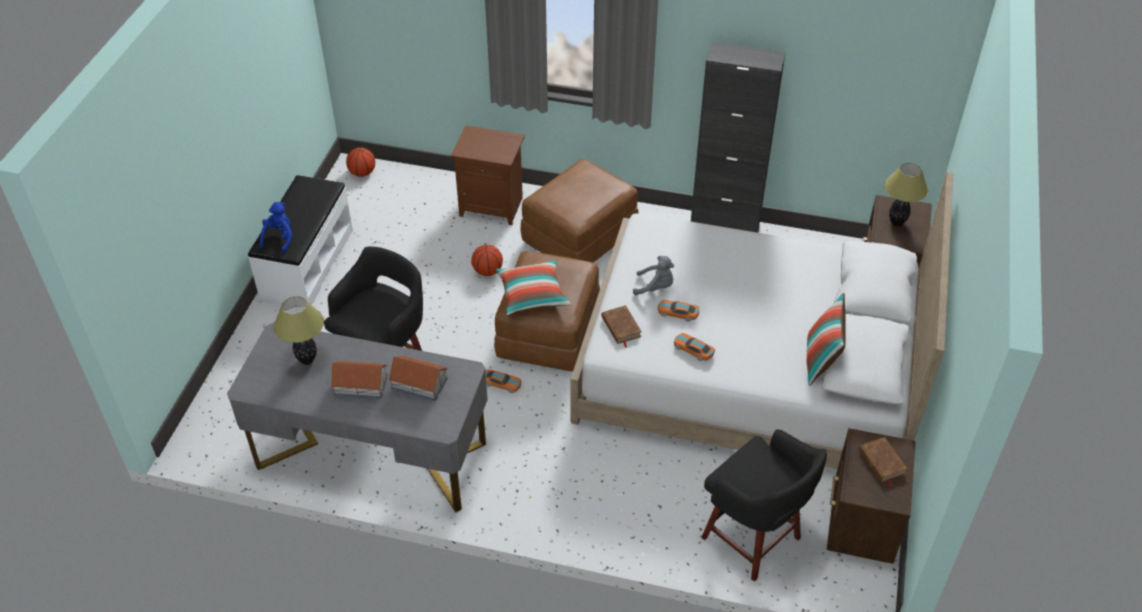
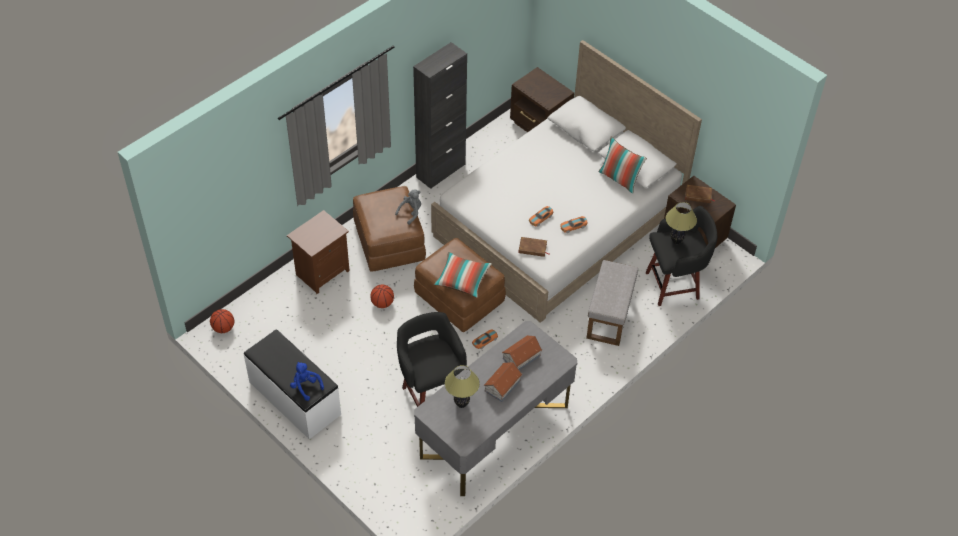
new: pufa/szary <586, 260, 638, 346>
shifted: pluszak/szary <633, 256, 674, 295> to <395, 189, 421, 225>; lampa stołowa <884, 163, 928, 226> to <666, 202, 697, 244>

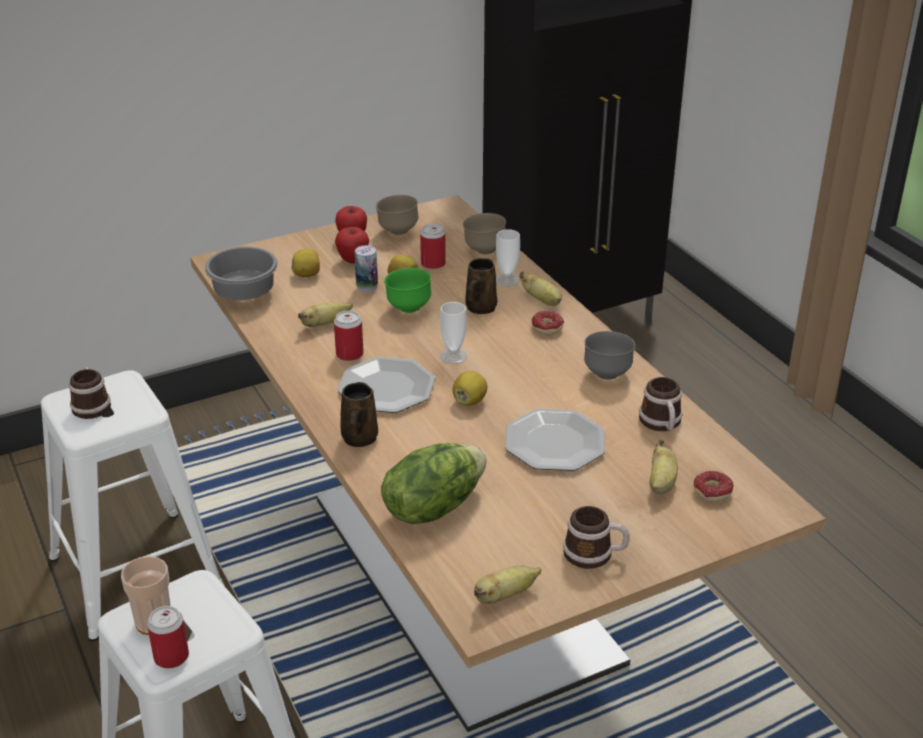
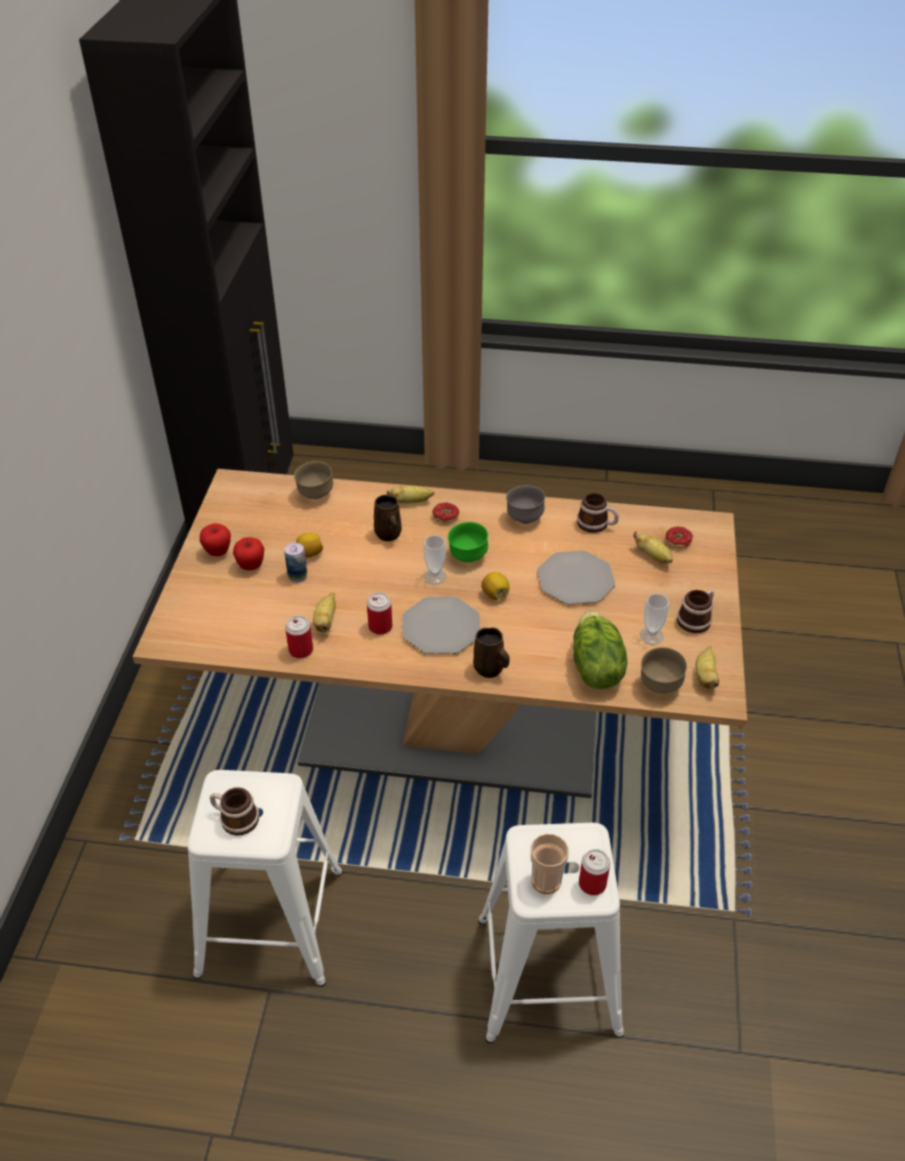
gone: miska/szary <205, 247, 278, 300>; cytryna <291, 249, 320, 277>
shifted: puszka <420, 224, 446, 269> to <285, 615, 313, 658>; miska/zielony <384, 268, 431, 313> to <448, 522, 488, 562>; filiżanka <496, 229, 520, 287> to <640, 593, 669, 645>; miska/brązowy <376, 195, 418, 235> to <641, 647, 687, 694>

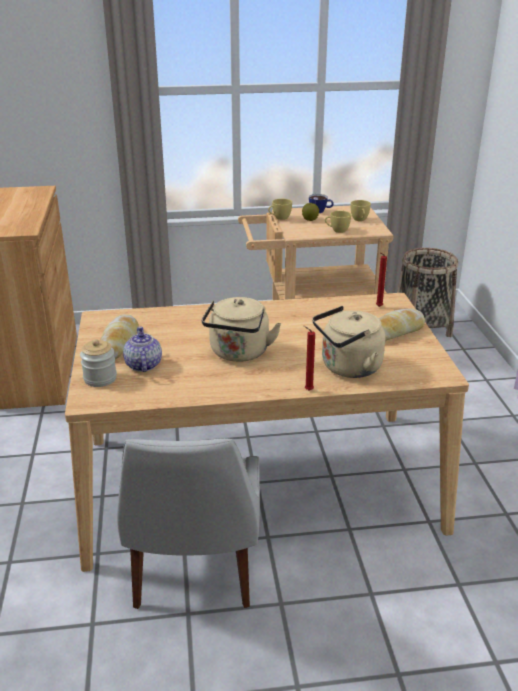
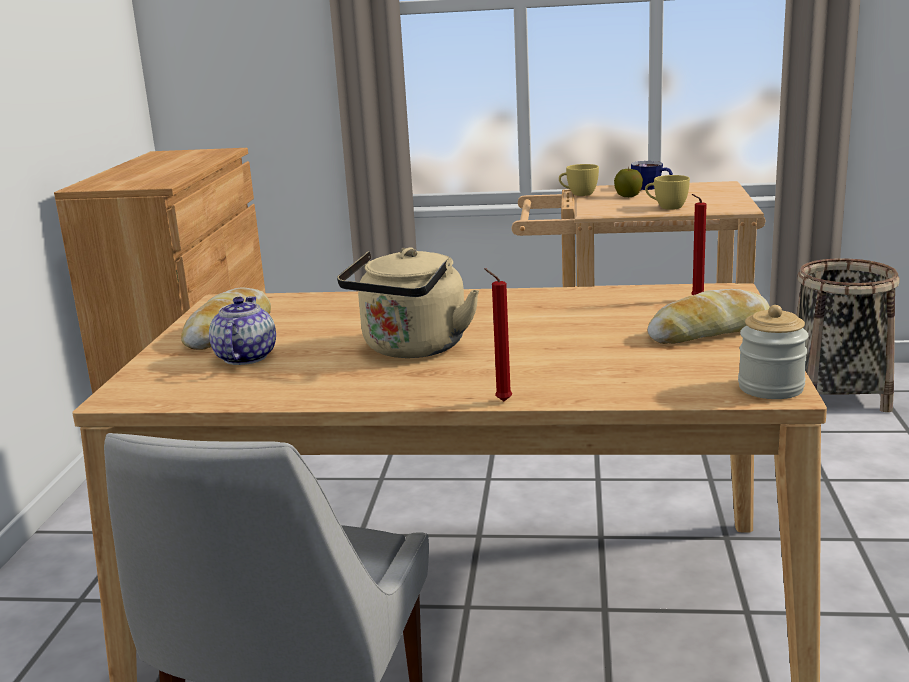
gone: czajnik/beżowy <312, 306, 385, 378>; filiżanka/żółty <351, 200, 371, 221>
shifted: słoik <80, 339, 117, 387> to <738, 305, 809, 399>

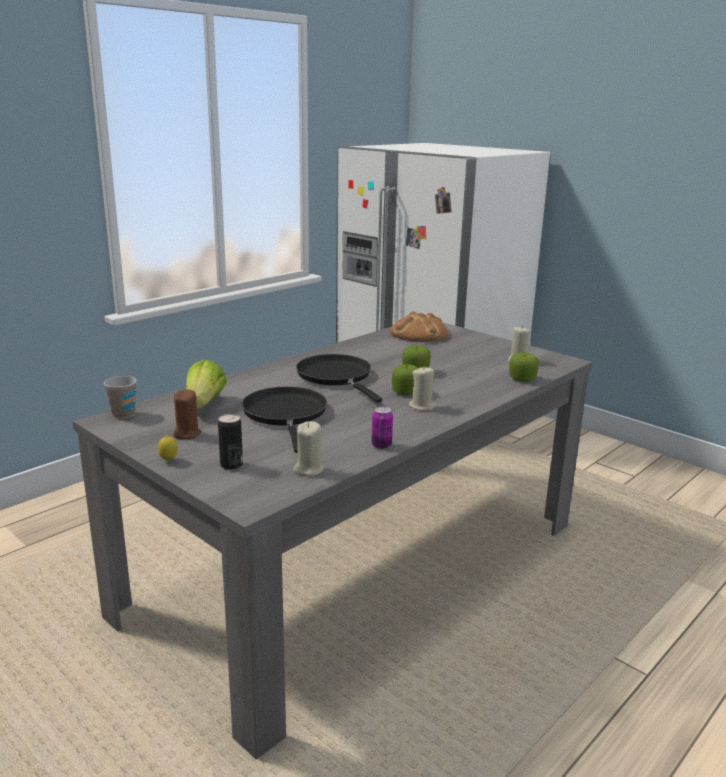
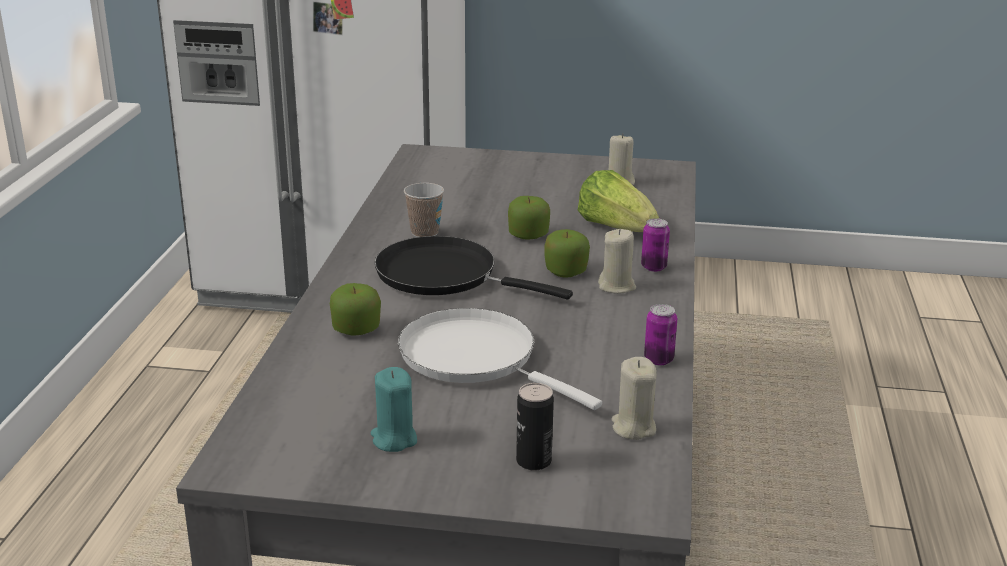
gone: cytryna <158, 436, 178, 461>; chleb <390, 311, 449, 342>
new: puszka <641, 218, 670, 272>
shifted: jabłko <509, 352, 539, 382> to <330, 283, 381, 335>; filiżanka <104, 376, 137, 419> to <404, 183, 444, 237>; sałata <186, 359, 227, 409> to <578, 170, 659, 232>
repainted: świeca/brązowy <173, 390, 201, 439> to świeca/turkusowy <371, 367, 417, 452>; patelnia/czarny <242, 387, 327, 453> to patelnia/biały <398, 308, 602, 410>

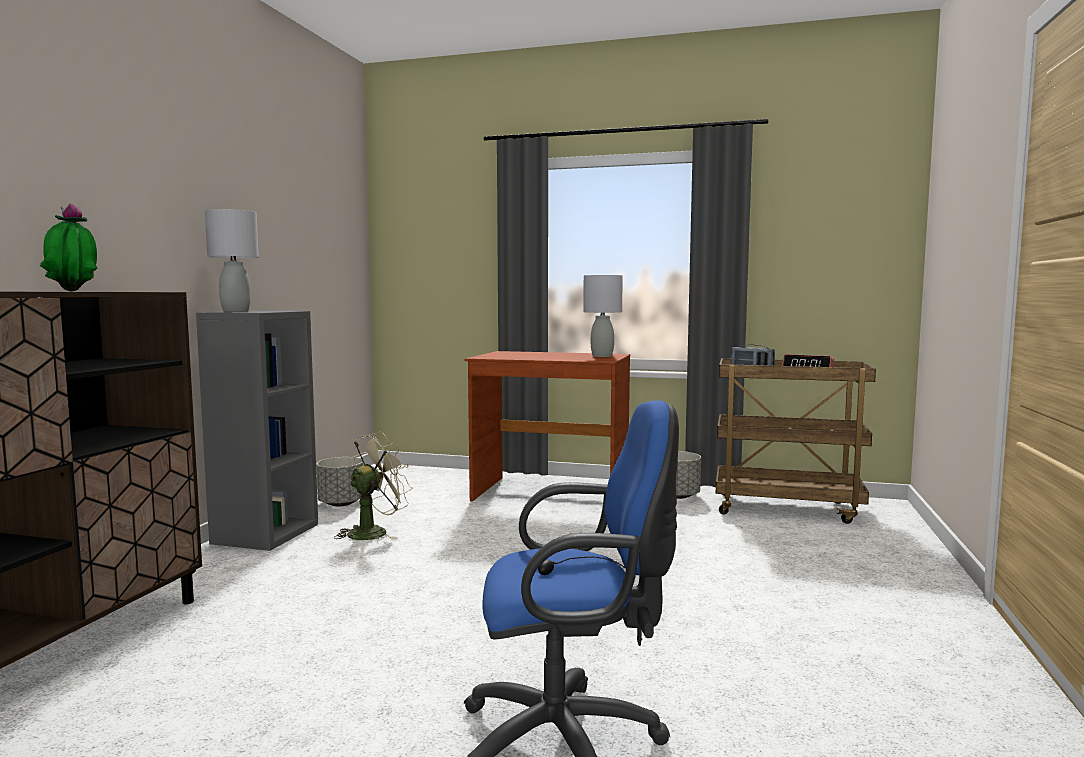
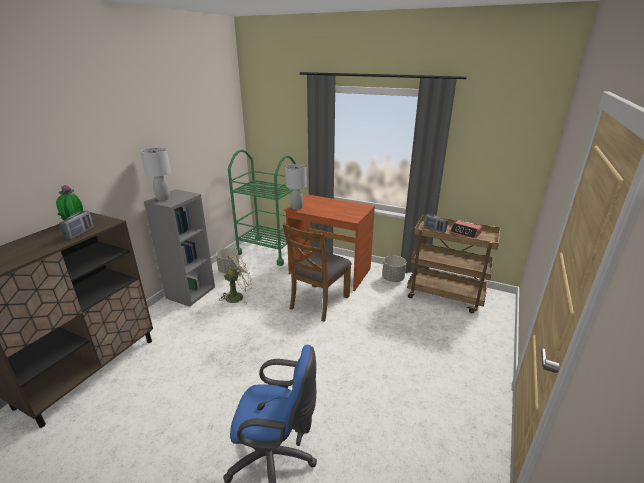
new: radio <59, 211, 94, 240>; wózek/zielony <228, 149, 296, 266>; krzesło/brązowy <283, 223, 352, 322>
shifted: lampa stołowa/szary <583, 275, 623, 357> to <285, 164, 307, 210>

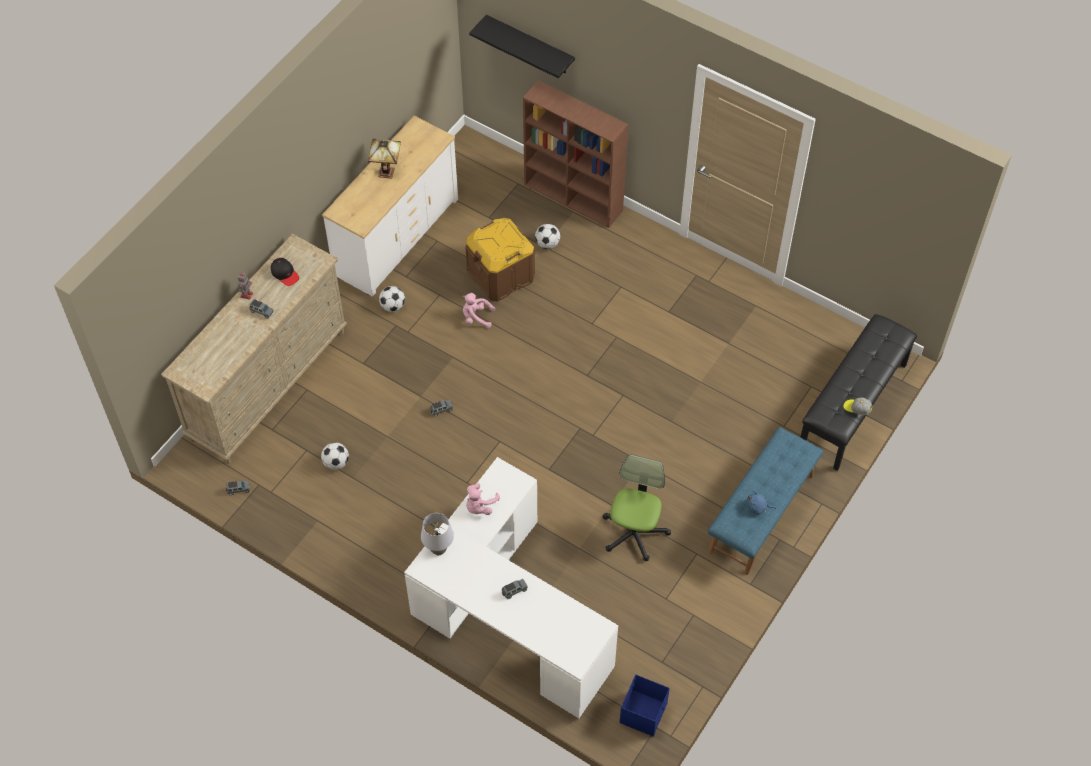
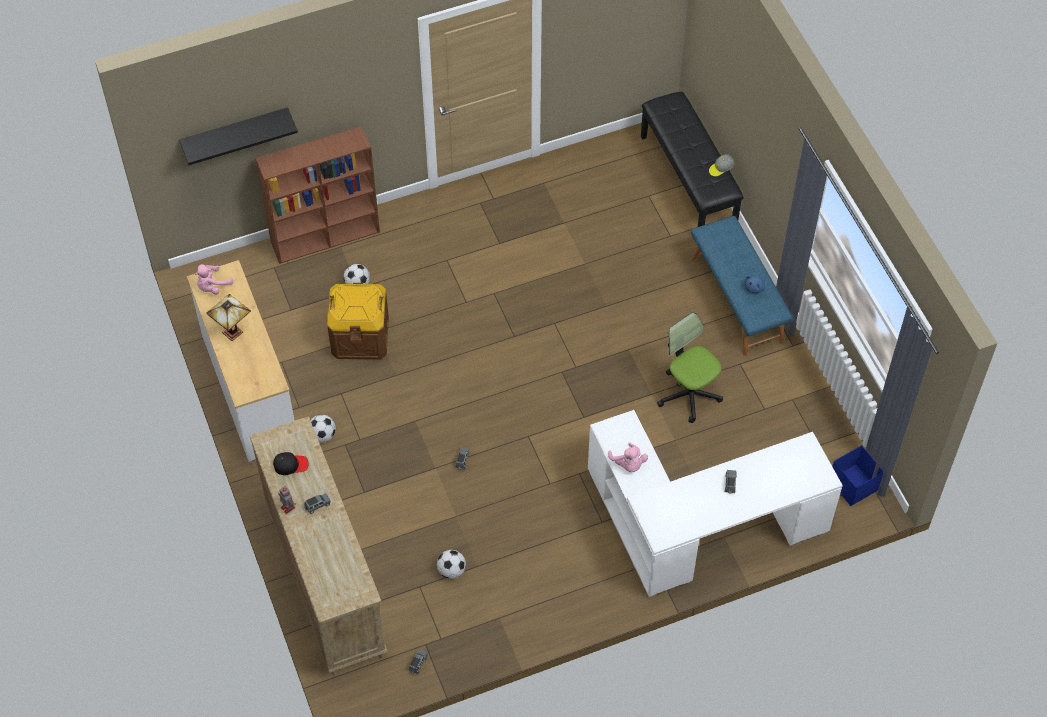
gone: lampa stołowa/szary <421, 513, 454, 555>
shifted: pluszak/różowy <463, 293, 495, 328> to <195, 264, 233, 295>

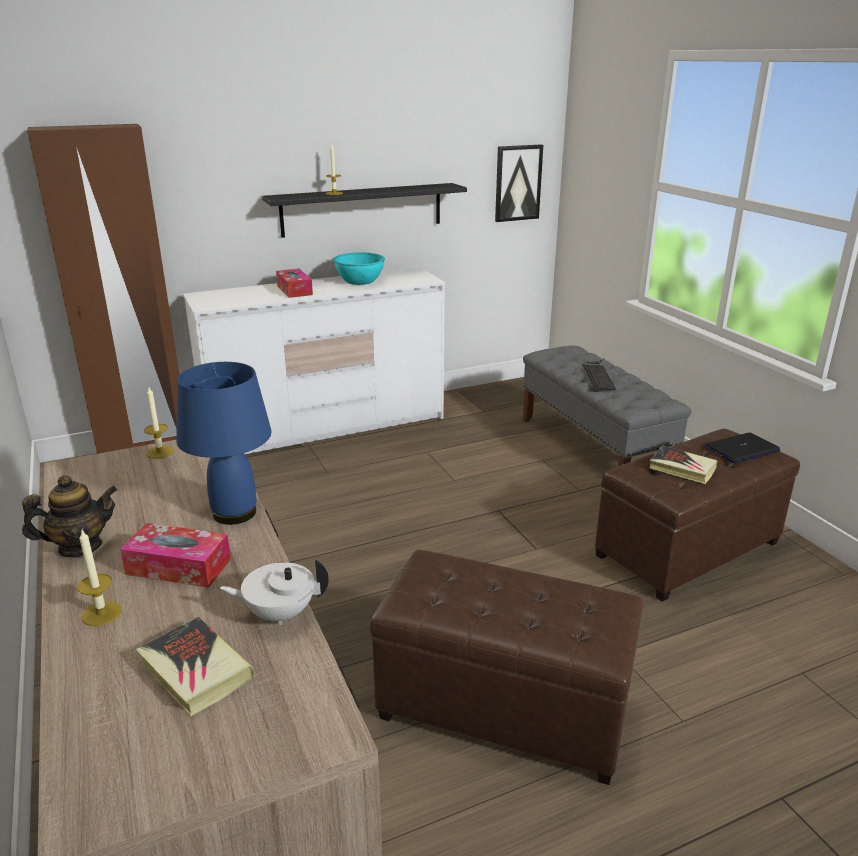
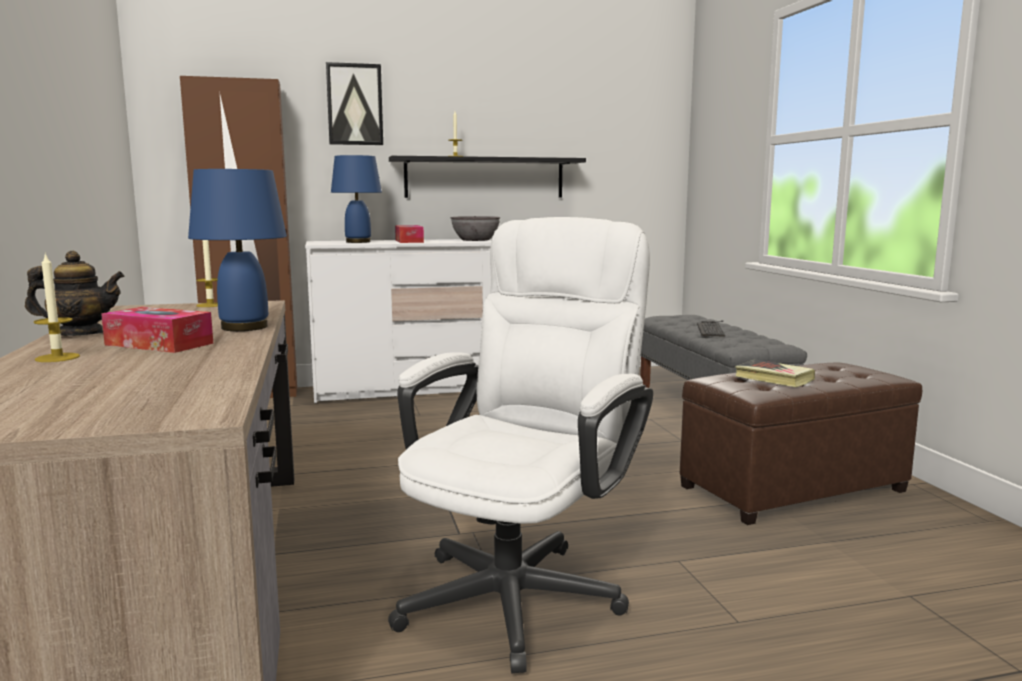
gone: książka <136, 617, 255, 717>; imbryk/biały <220, 559, 329, 625>; laptop <705, 432, 780, 463>
new: lampa stołowa/niebieski <331, 155, 382, 243>
shifted: obraz <495, 144, 543, 222> to <326, 62, 383, 145>
swapped: pufa/brązowy <370, 550, 643, 785> to krzesło biurowe/biały <388, 217, 653, 673>
repainted: miska/turkusowy <333, 252, 385, 285> to miska/szary <451, 216, 500, 241>

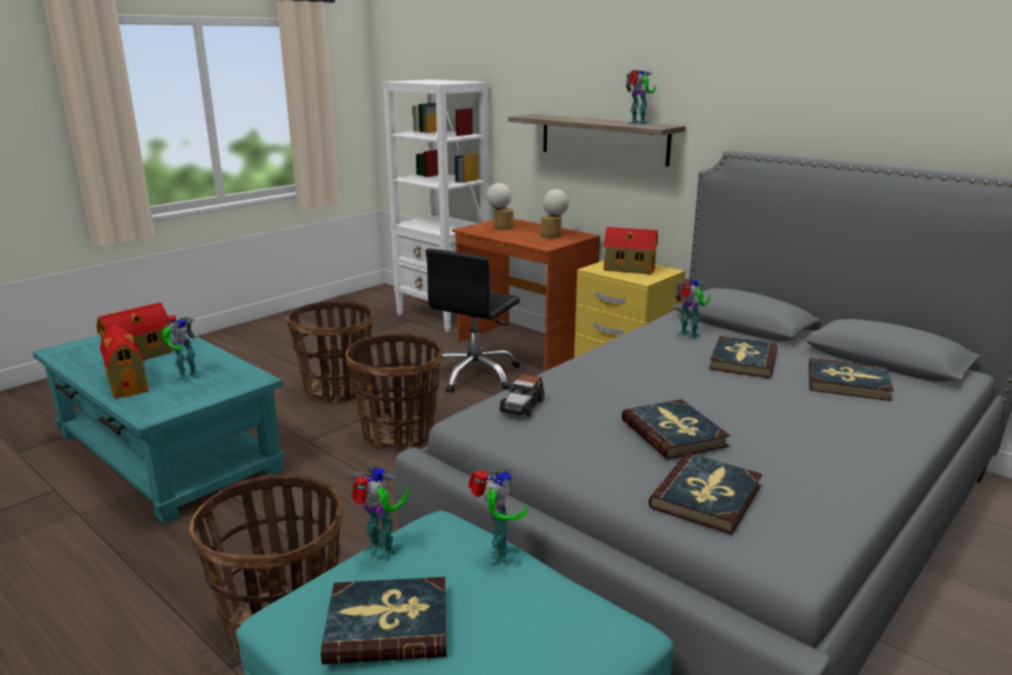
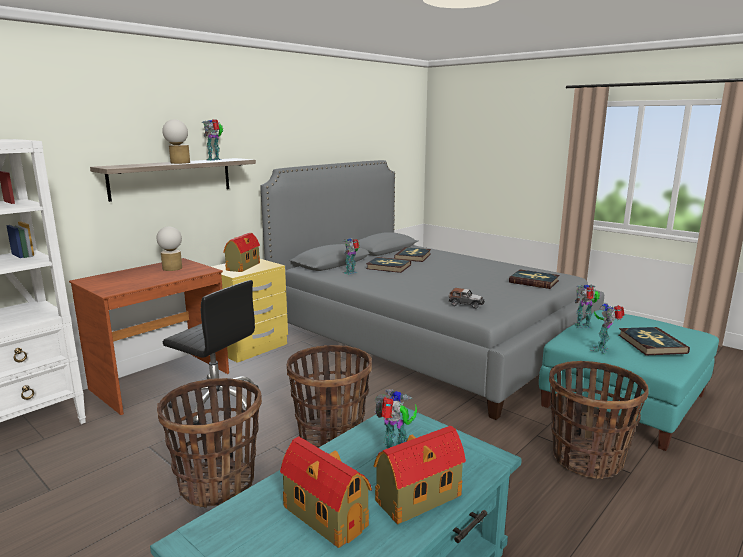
gone: książka <621, 399, 730, 460>
shifted: lampa stołowa <486, 183, 513, 230> to <162, 119, 190, 164>

